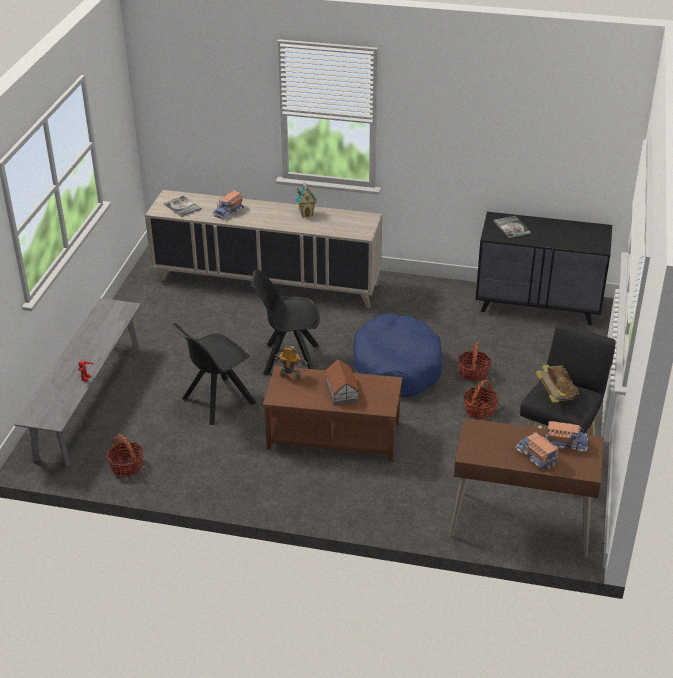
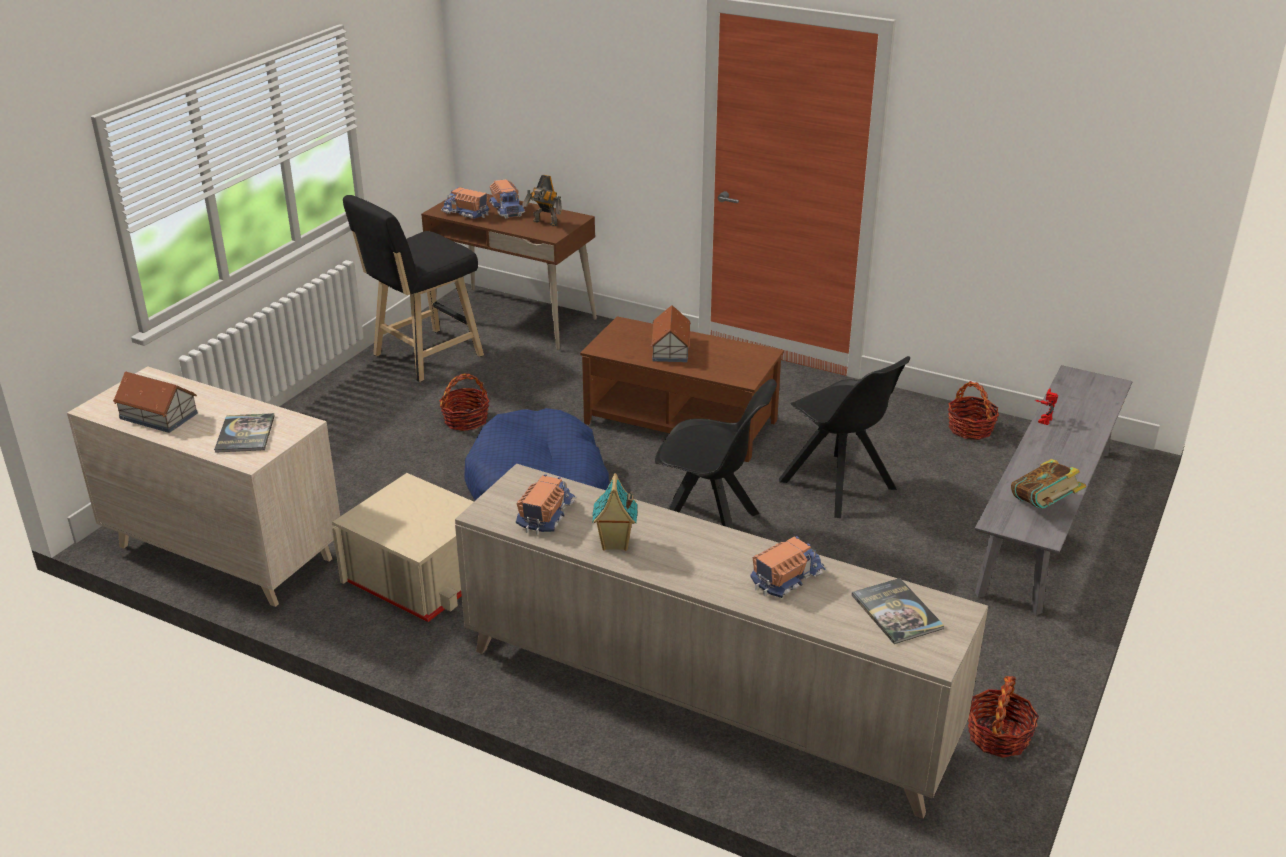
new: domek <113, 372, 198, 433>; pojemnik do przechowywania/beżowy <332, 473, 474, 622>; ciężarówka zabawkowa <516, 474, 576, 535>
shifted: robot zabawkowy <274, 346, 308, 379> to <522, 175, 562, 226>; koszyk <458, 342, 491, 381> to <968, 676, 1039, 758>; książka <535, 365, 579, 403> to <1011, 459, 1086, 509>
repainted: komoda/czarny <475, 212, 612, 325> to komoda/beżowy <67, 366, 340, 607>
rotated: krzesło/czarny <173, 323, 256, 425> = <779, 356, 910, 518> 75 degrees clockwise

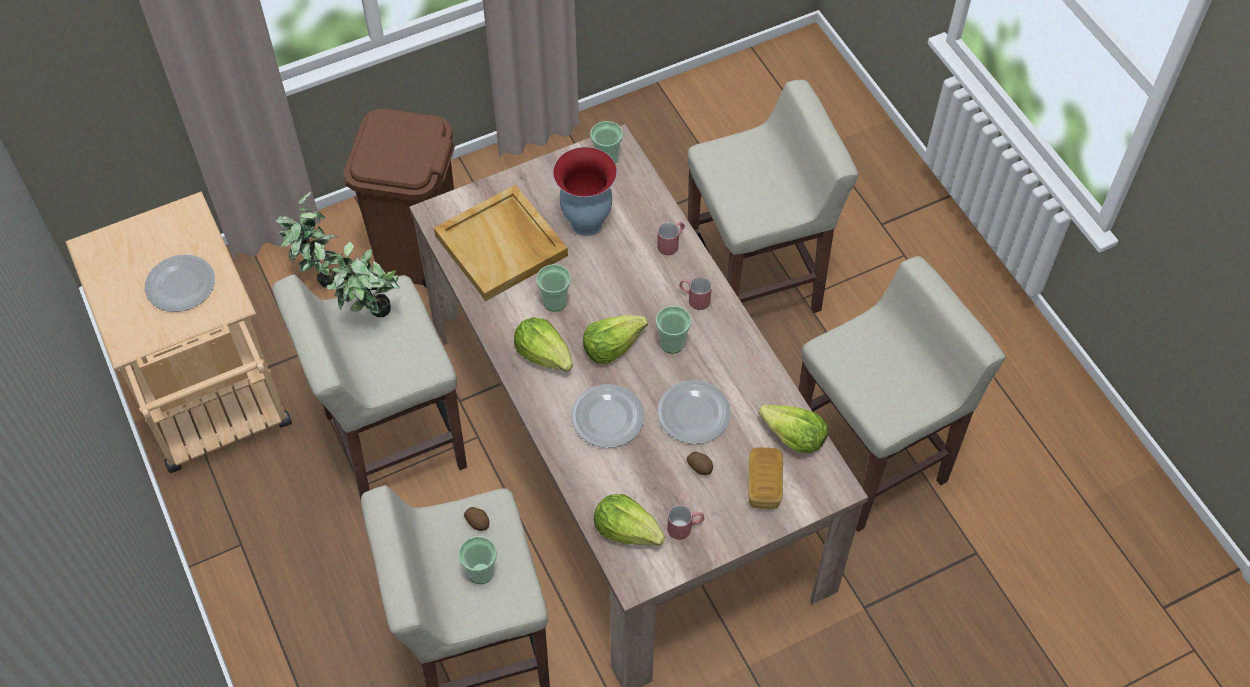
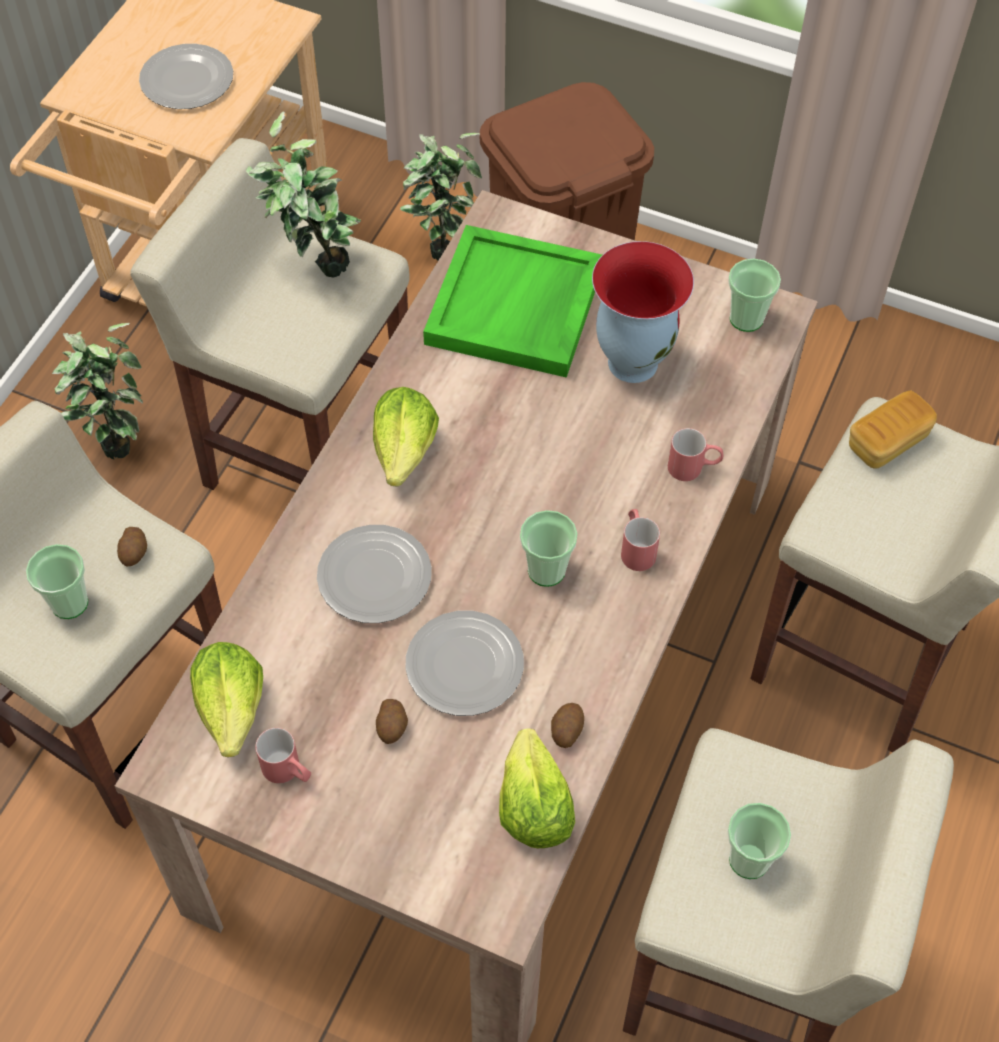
gone: sałata <583, 315, 648, 364>
new: roślina doniczkowa <52, 323, 143, 459>; ziemniak <551, 703, 584, 748>
shifted: filiżanka <536, 264, 571, 312> to <728, 803, 791, 879>; chleb <748, 447, 783, 509> to <849, 390, 937, 469>
repainted: taca/beżowy <434, 185, 568, 301> to taca/zielony <423, 225, 602, 378>

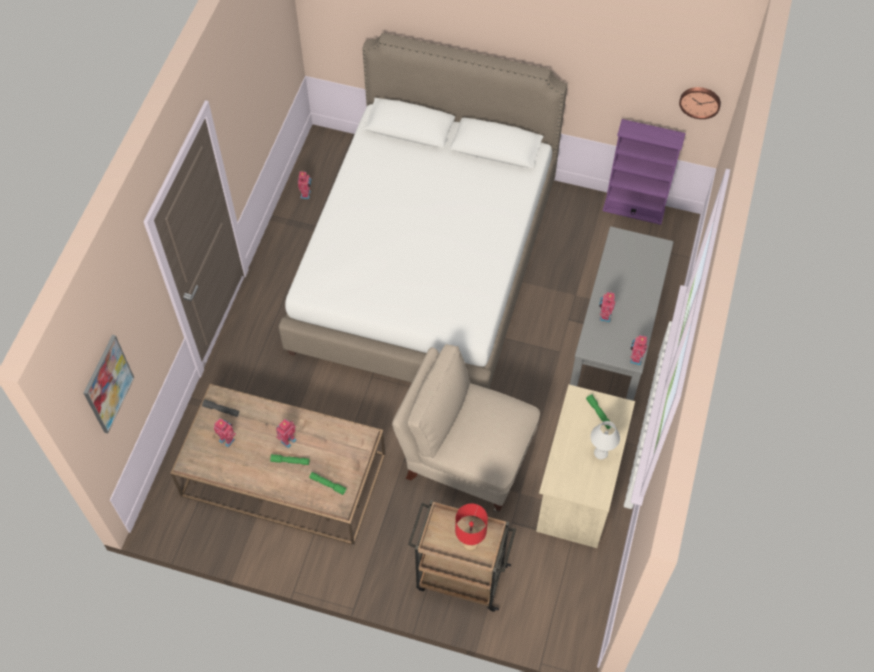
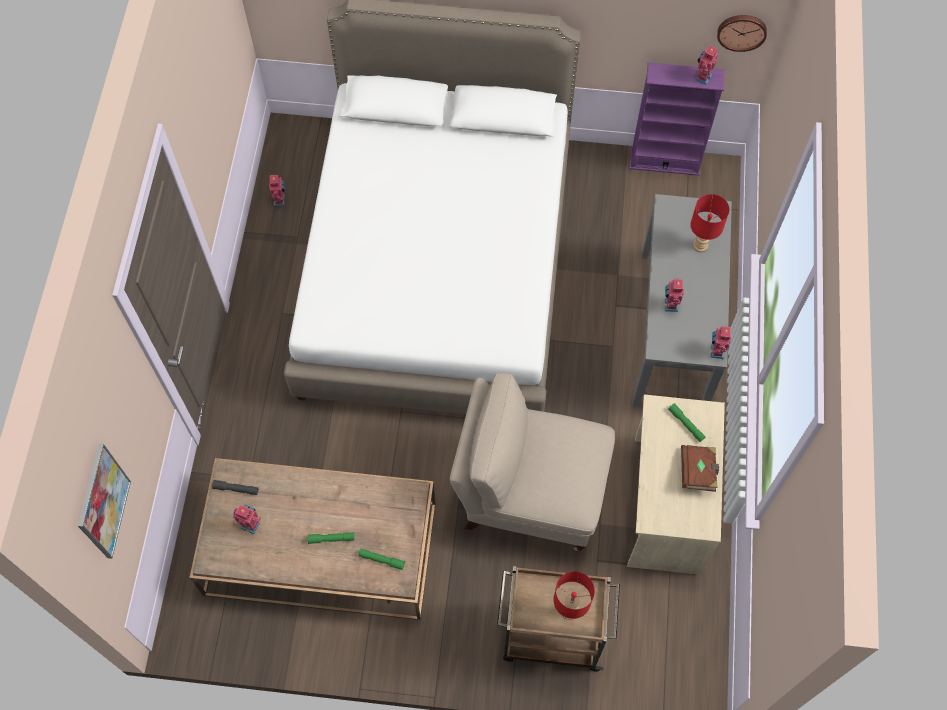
new: lampa stołowa/czerwony <691, 194, 729, 252>
shifted: robot zabawkowy <276, 419, 297, 449> to <696, 46, 718, 85>
swapped: lampa stołowa/biały <590, 421, 620, 460> to książka/brązowy <681, 445, 719, 492>

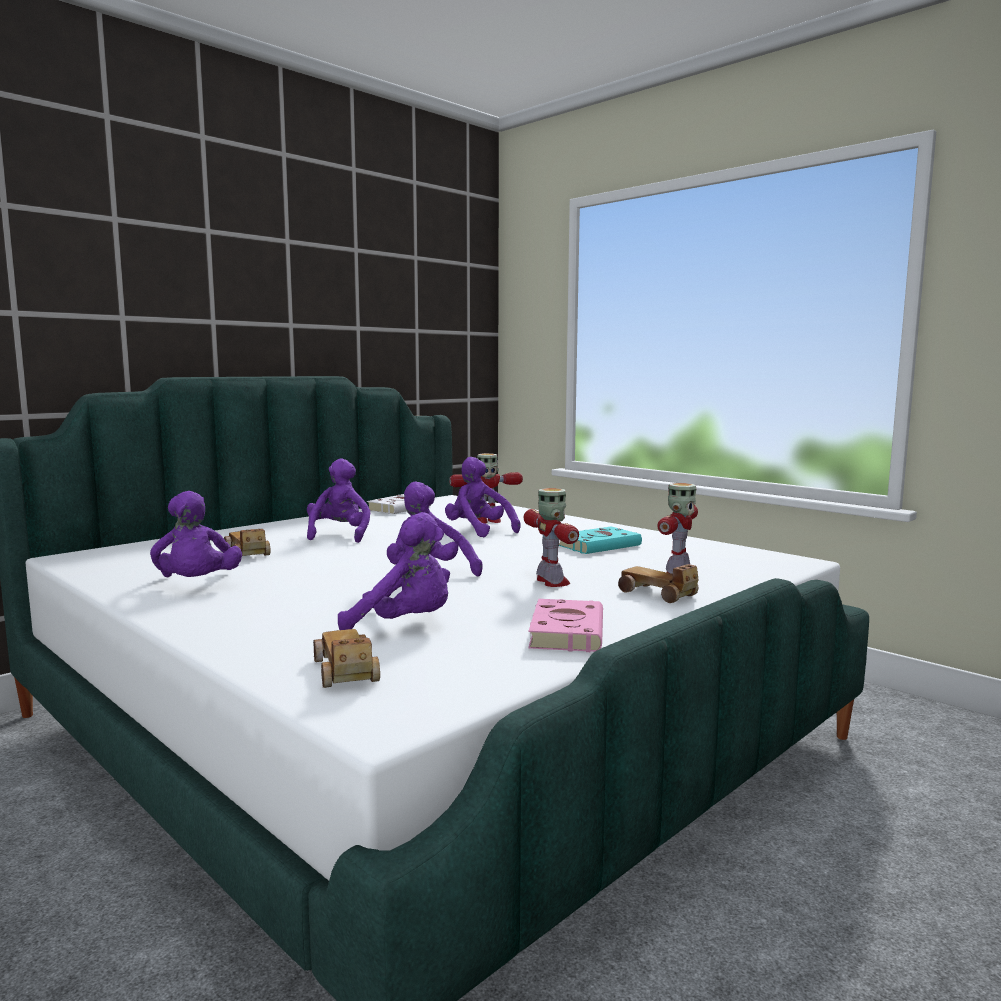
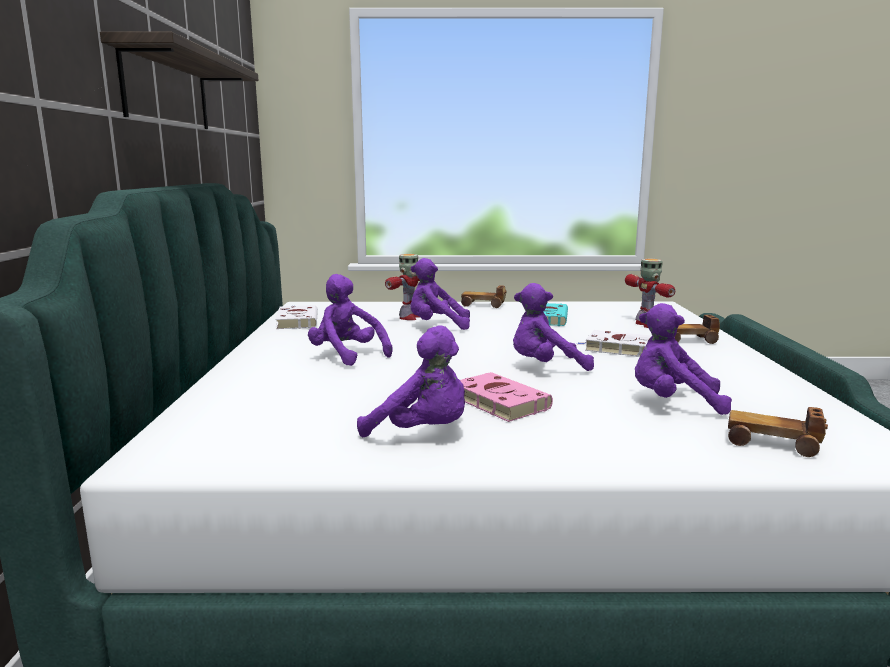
new: półka <100, 32, 258, 129>
shifted: książka/różowy <528, 599, 603, 652> to <460, 372, 553, 422>; samochodzik <224, 529, 271, 556> to <461, 285, 506, 308>
swapped: robot zabawkowy <523, 488, 579, 587> to książka/biały <577, 330, 652, 357>
rotated: pluszak/fioletowy <338, 512, 448, 630> = <635, 303, 732, 415> 135 degrees counterclockwise

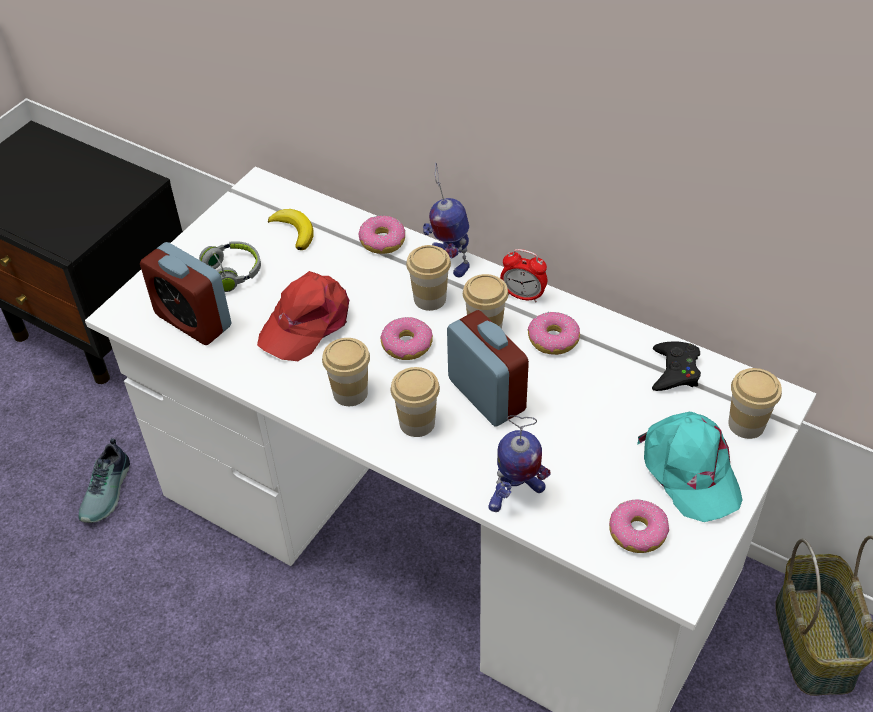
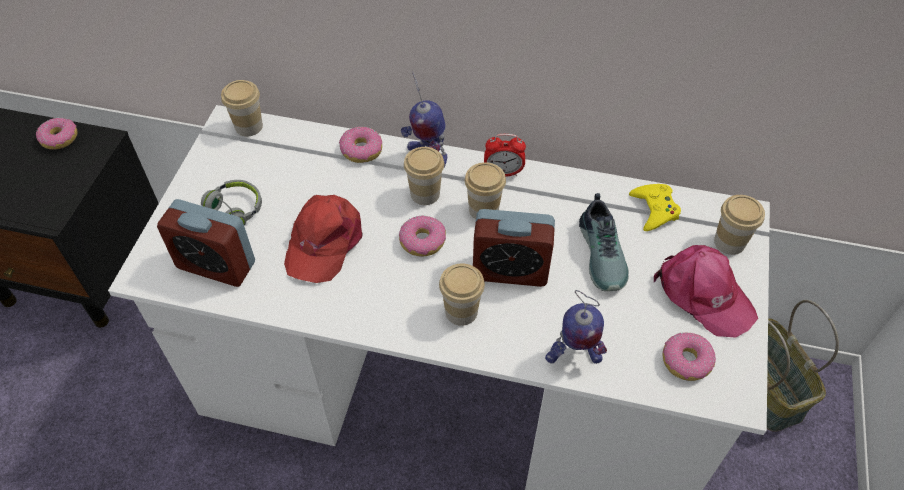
gone: banan <268, 209, 314, 250>
shifted: donut <528, 312, 580, 355> to <36, 118, 78, 150>; filiżanka <322, 338, 370, 406> to <221, 80, 263, 136>; but <79, 438, 130, 523> to <579, 193, 629, 291>
repainted: pad do gier/czarny <652, 341, 701, 391> to pad do gier/żółty <629, 184, 681, 231>; czapka z daszkiem/turkusowy <637, 412, 743, 522> to czapka z daszkiem/różowy <654, 245, 758, 338>
rotated: budzik <447, 310, 529, 427> = <473, 209, 555, 287> 150 degrees clockwise; robot zabawkowy <488, 415, 551, 512> = <545, 290, 607, 364> 45 degrees clockwise

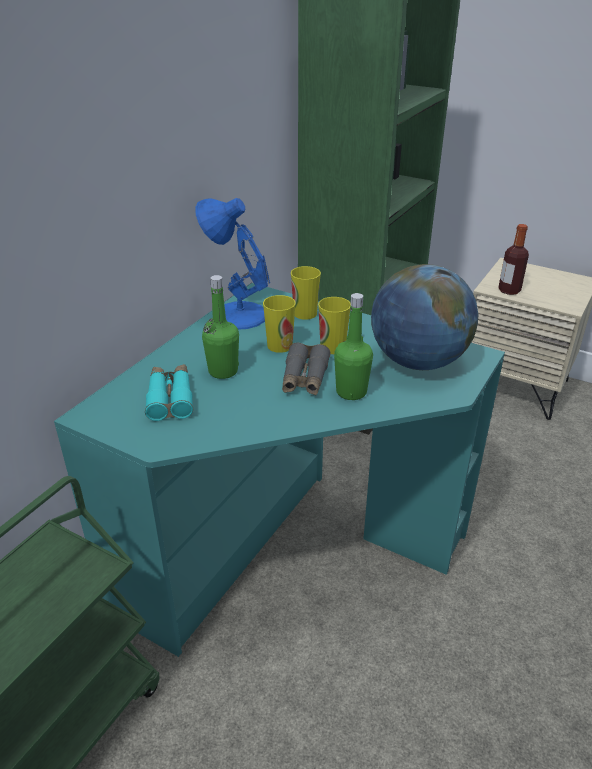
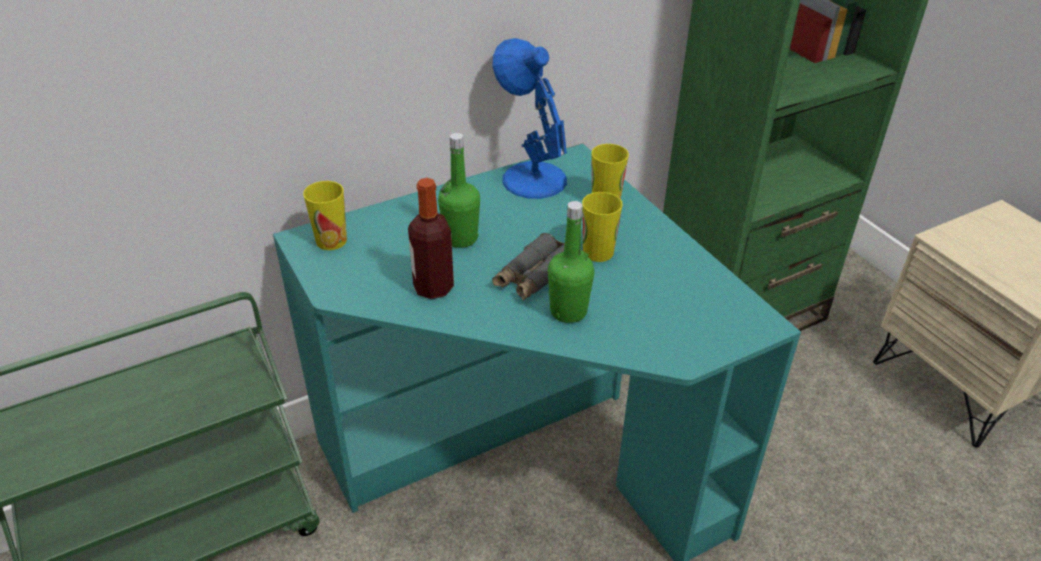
gone: lornetka/turkusowy <145, 364, 193, 421>; globus <371, 264, 478, 370>
shifted: filiżanka <263, 295, 296, 353> to <303, 181, 347, 250>; butelka <498, 224, 529, 295> to <408, 178, 454, 299>

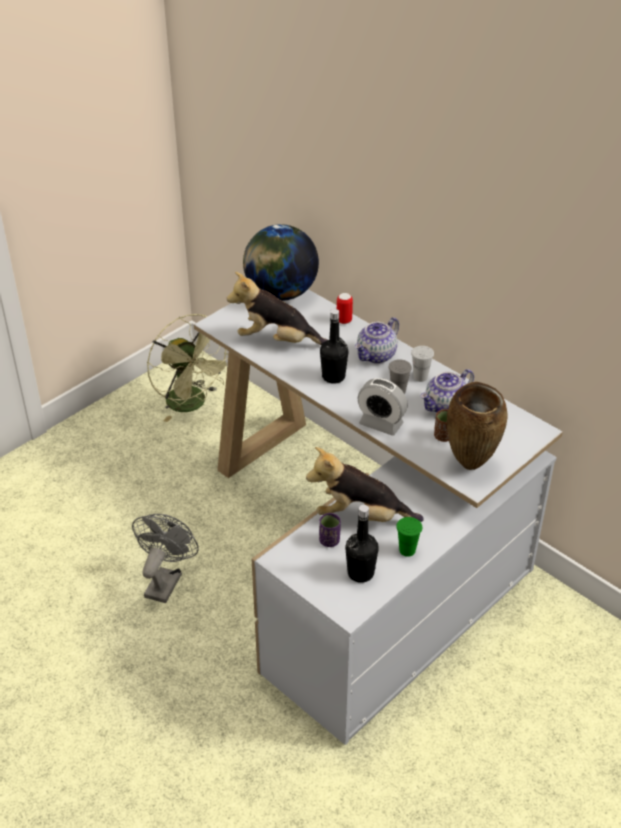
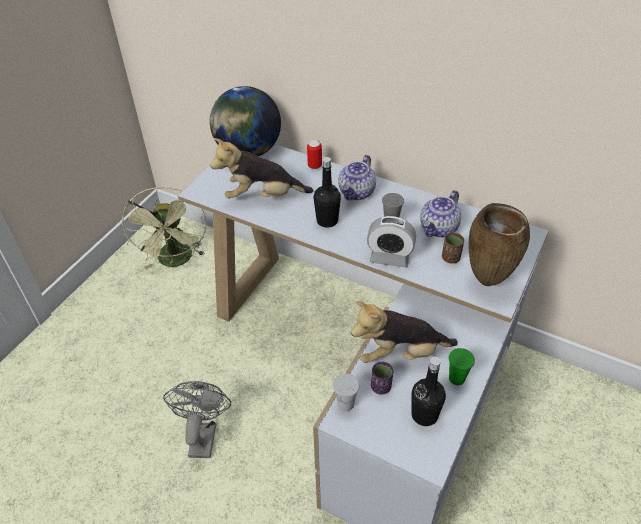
shifted: filiżanka/biały <411, 346, 434, 382> to <333, 374, 360, 412>
rotated: wentylator/zielony <147, 314, 229, 422> = <121, 187, 206, 269> 45 degrees clockwise

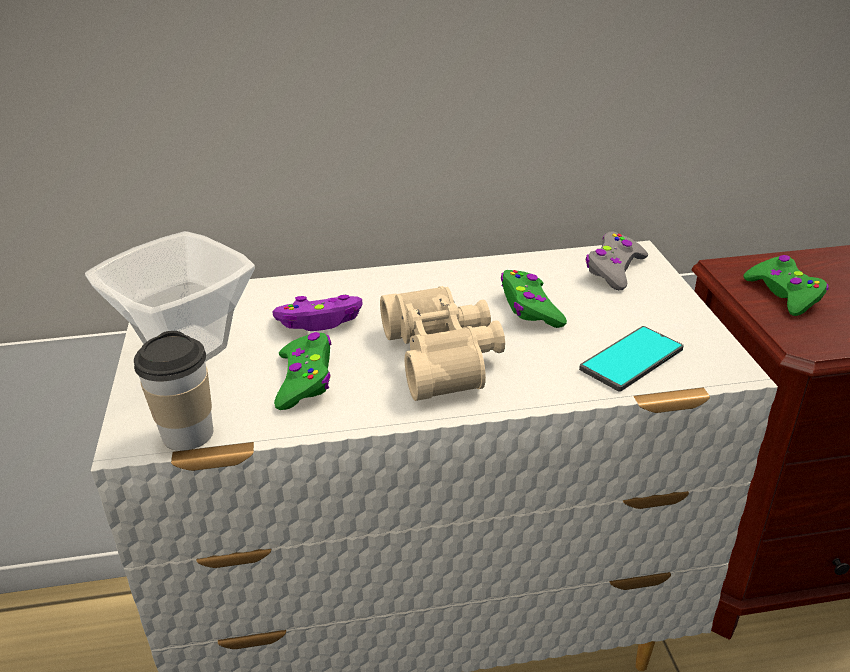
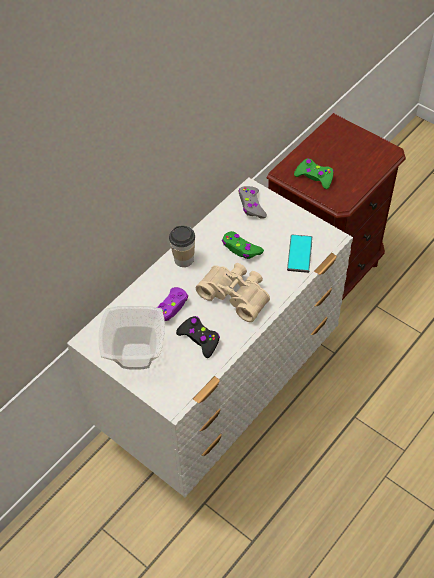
shifted: filiżanka <134, 331, 213, 451> to <169, 226, 195, 267>
repainted: pad do gier/zielony <274, 332, 331, 410> to pad do gier/czarny <176, 316, 220, 358>

